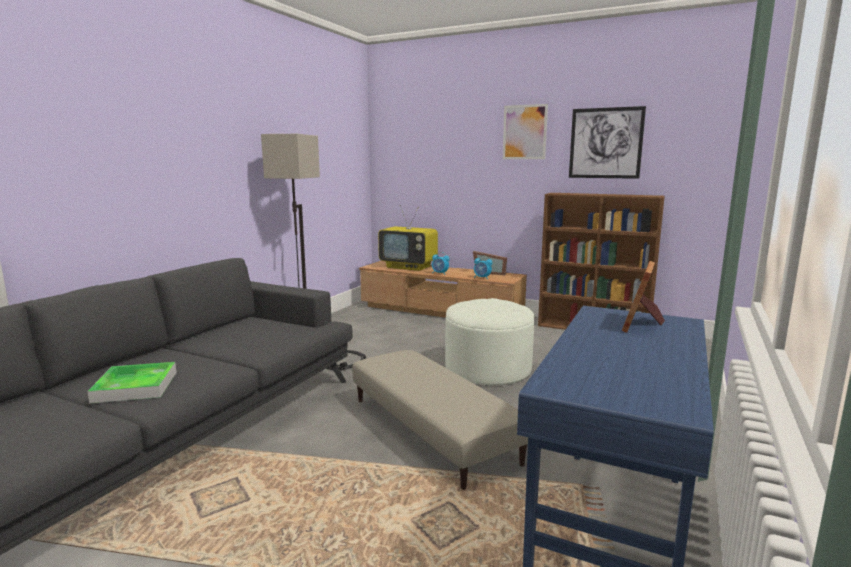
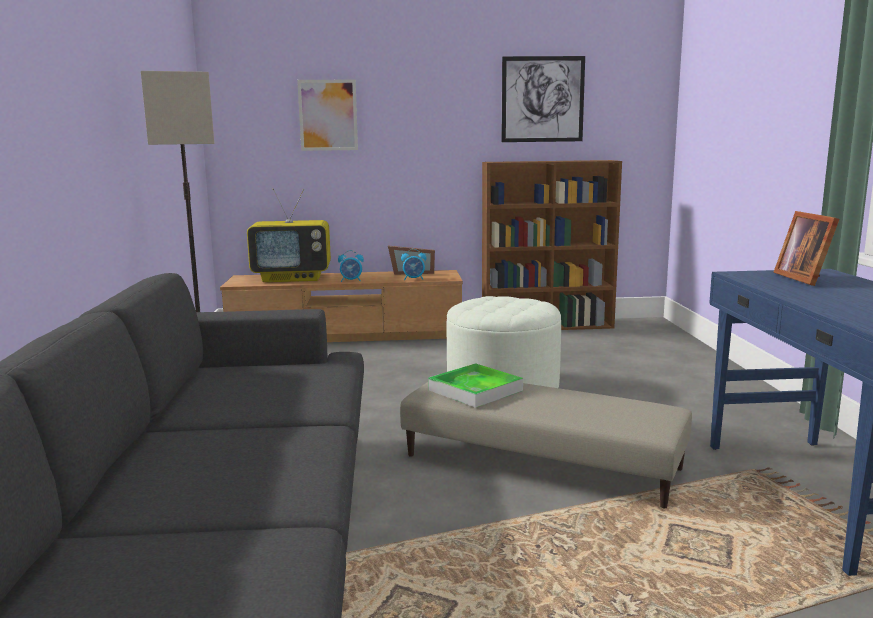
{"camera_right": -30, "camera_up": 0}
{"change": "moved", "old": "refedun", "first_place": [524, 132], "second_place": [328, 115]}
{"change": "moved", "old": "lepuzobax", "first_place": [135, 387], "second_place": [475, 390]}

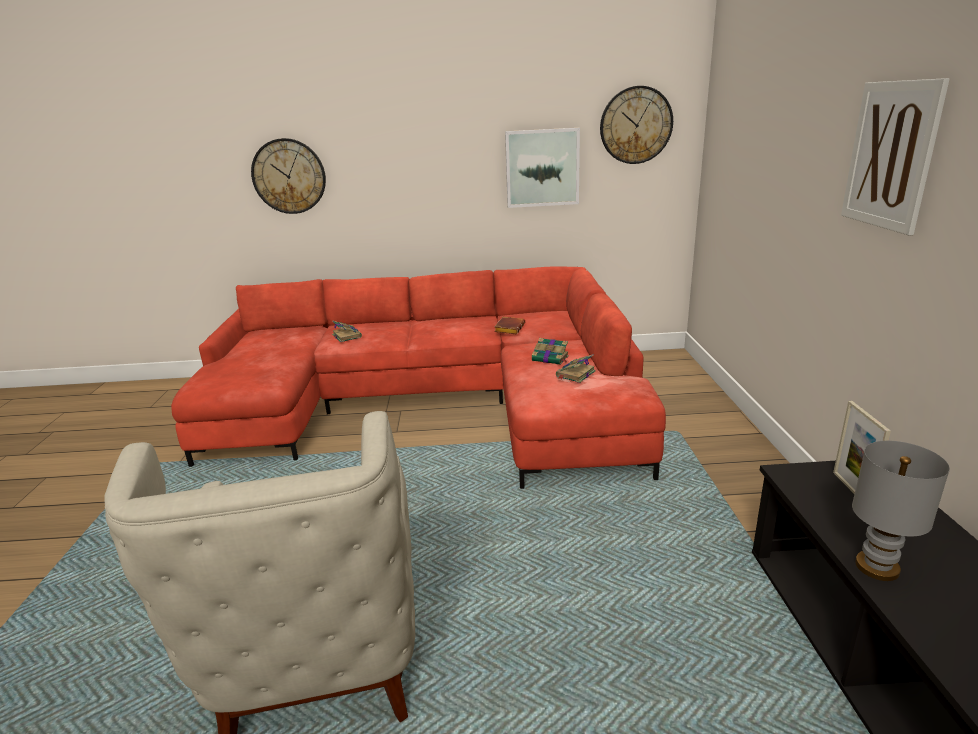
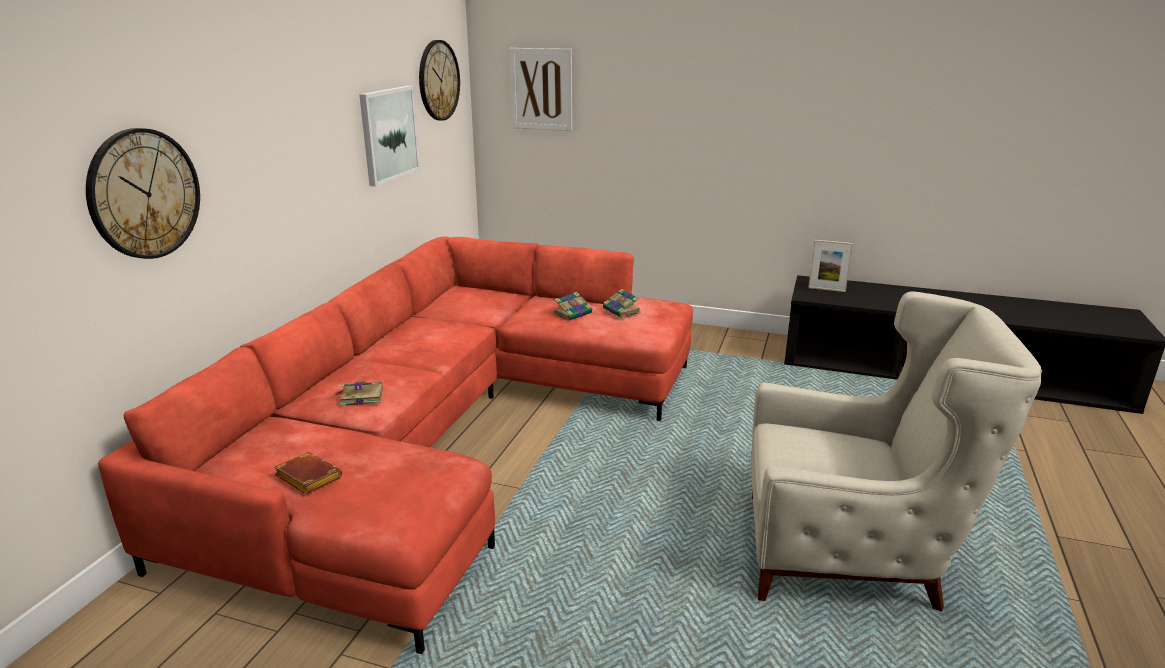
{"camera_right": -70, "camera_up": 0}
{"change": "moved", "old": "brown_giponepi", "first_place": [509, 328], "second_place": [306, 478]}
{"change": "moved", "old": "refedun", "first_place": [890, 155], "second_place": [541, 89]}
{"change": "removed", "old": "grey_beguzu", "first_place": [877, 566]}

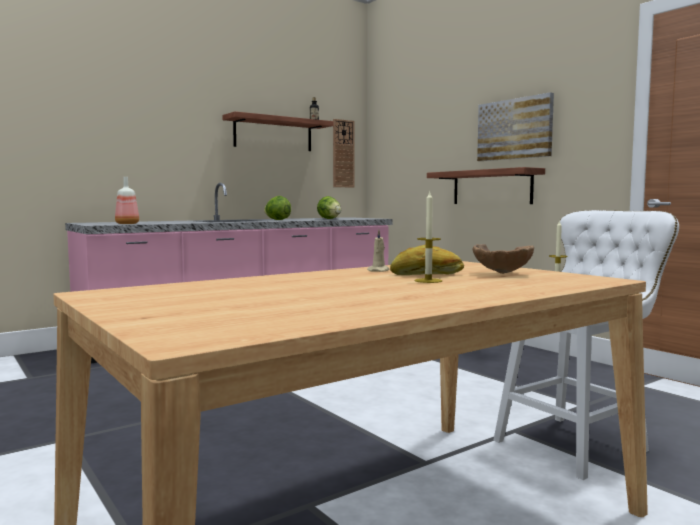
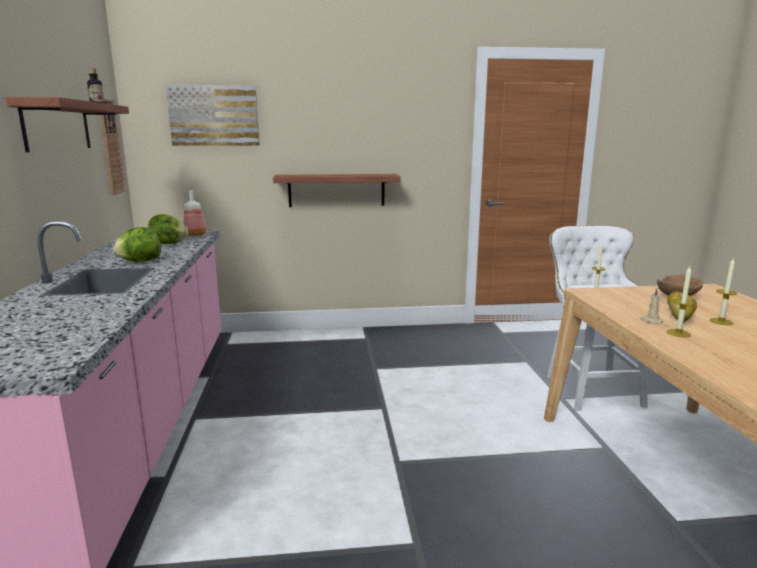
{"camera_right": -60, "camera_up": 10}
{"change": "moved", "old": "refedun", "first_place": [515, 129], "second_place": [214, 116]}
{"change": "moved", "old": "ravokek", "first_place": [127, 224], "second_place": [196, 235]}
{"change": "added", "new": "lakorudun", "second_place": [678, 333]}

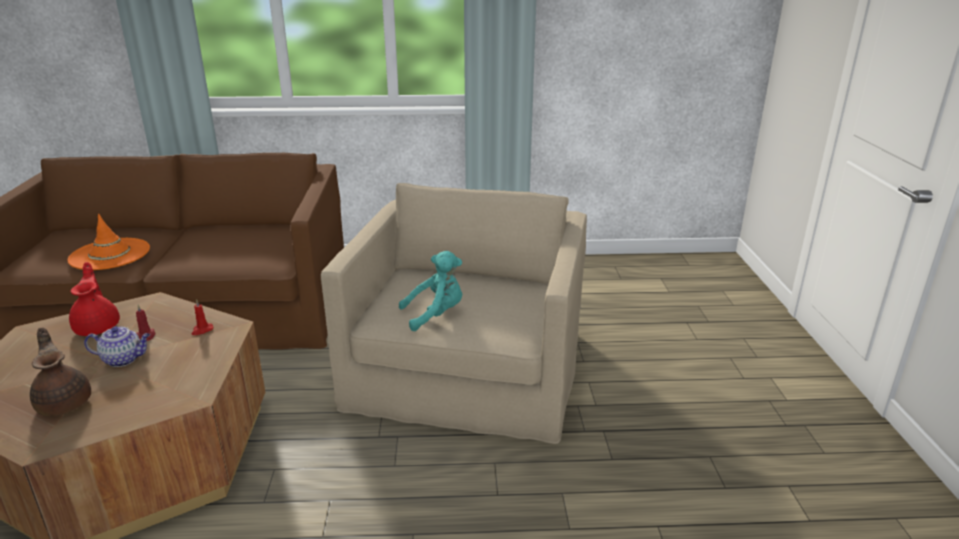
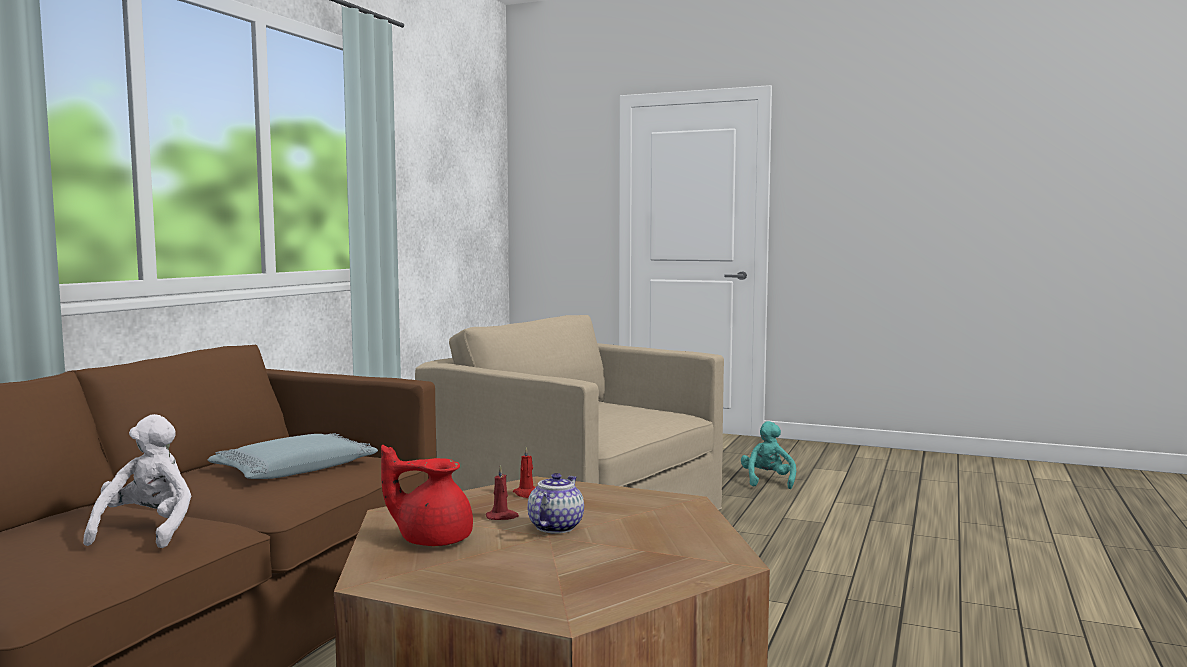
{"camera_right": -65, "camera_up": -20}
{"change": "replaced", "old": "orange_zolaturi", "new": "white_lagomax", "first_place": [110, 254], "second_place": [148, 531]}
{"change": "added", "new": "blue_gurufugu", "second_place": [295, 466]}
{"change": "moved", "old": "turquoise_lagomax", "first_place": [435, 315], "second_place": [767, 481]}
{"change": "removed", "old": "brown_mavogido", "first_place": [65, 402]}

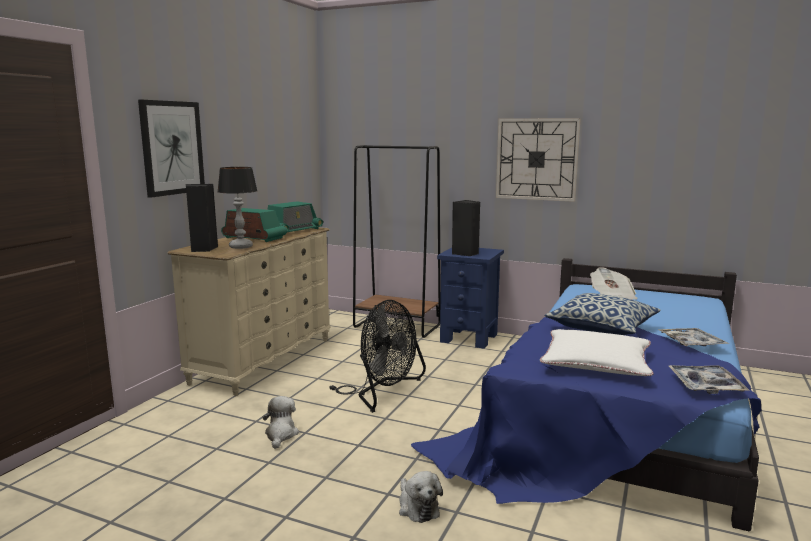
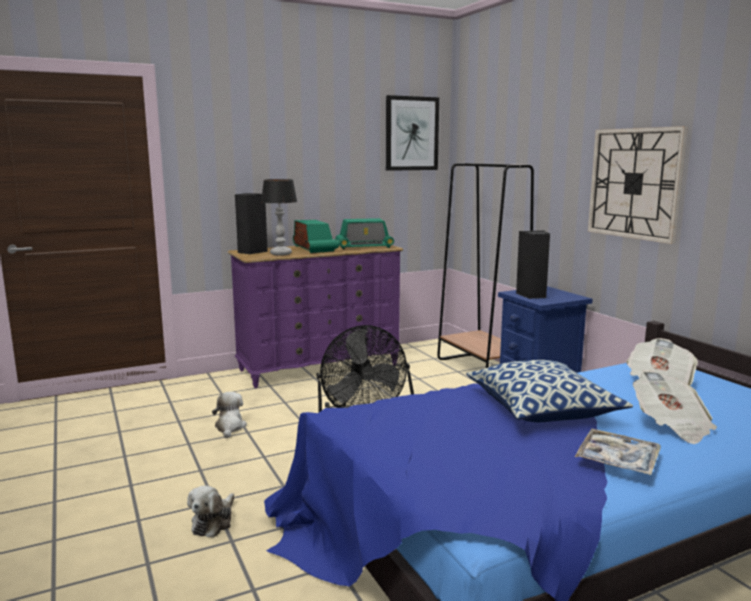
{"camera_right": 40, "camera_up": 0}
{"change": "turned", "old": "lagomax", "first_place": [281, 435], "second_place": [230, 427], "degrees": -45}
{"change": "recoloured", "old": "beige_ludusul", "new": "purple_ludusul", "first_place": [264, 360], "second_place": [320, 367]}
{"change": "moved", "old": "refedun", "first_place": [172, 148], "second_place": [411, 133]}
{"change": "added", "new": "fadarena", "second_place": [671, 426]}
{"change": "removed", "old": "white_gurufugu", "first_place": [596, 362]}
{"change": "removed", "old": "lepuzobax", "first_place": [705, 385]}

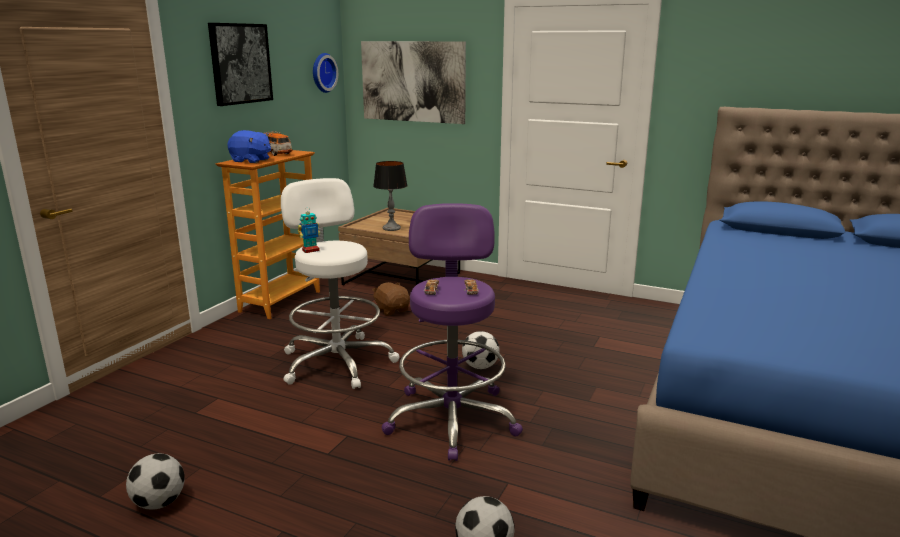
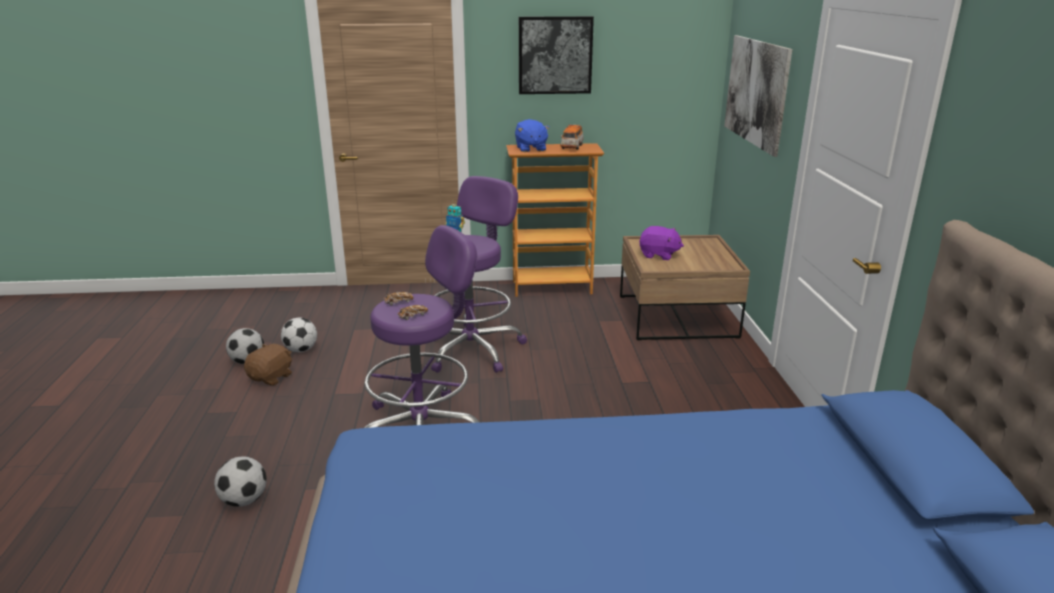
{"camera_right": 60, "camera_up": 5}
{"change": "moved", "old": "brown_lagomax", "first_place": [392, 310], "second_place": [271, 377]}
{"change": "moved", "old": "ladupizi", "first_place": [480, 366], "second_place": [301, 350]}
{"change": "recoloured", "old": "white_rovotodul", "new": "purple_rovotodul", "first_place": [337, 361], "second_place": [472, 348]}
{"change": "replaced", "old": "beguzu", "new": "purple_lagomax", "first_place": [391, 228], "second_place": [659, 255]}
{"change": "removed", "old": "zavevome", "first_place": [322, 72]}

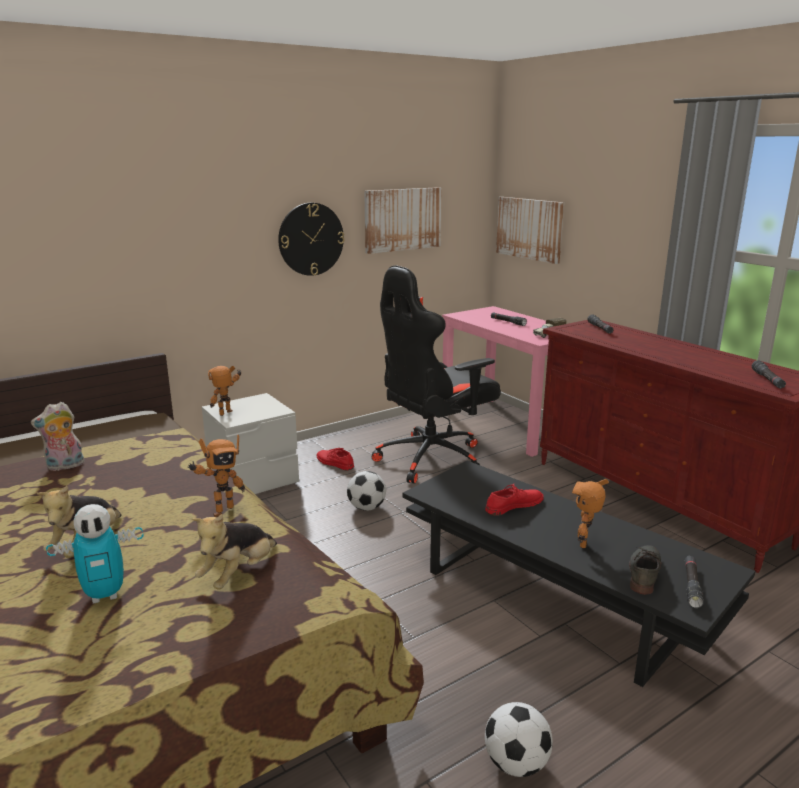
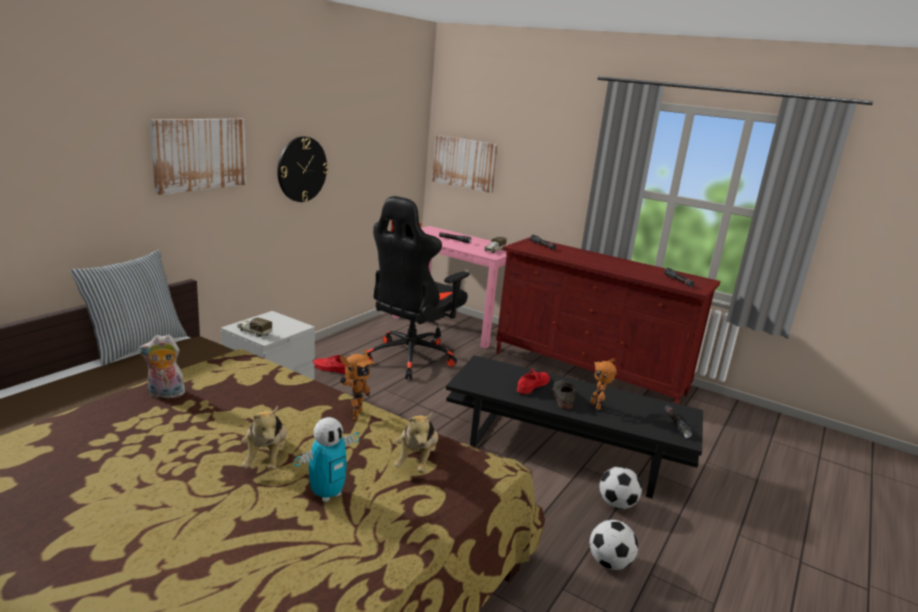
{"camera_right": -25, "camera_up": 0}
{"change": "added", "new": "gurufugu", "second_place": [136, 346]}
{"change": "turned", "old": "lagomax", "first_place": [65, 466], "second_place": [165, 394], "degrees": 45}
{"change": "moved", "old": "refedun", "first_place": [402, 219], "second_place": [200, 154]}
{"change": "replaced", "old": "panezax", "new": "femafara", "first_place": [228, 413], "second_place": [254, 332]}
{"change": "moved", "old": "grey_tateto", "first_place": [643, 572], "second_place": [562, 396]}
{"change": "moved", "old": "ladupizi", "first_place": [366, 508], "second_place": [616, 504]}

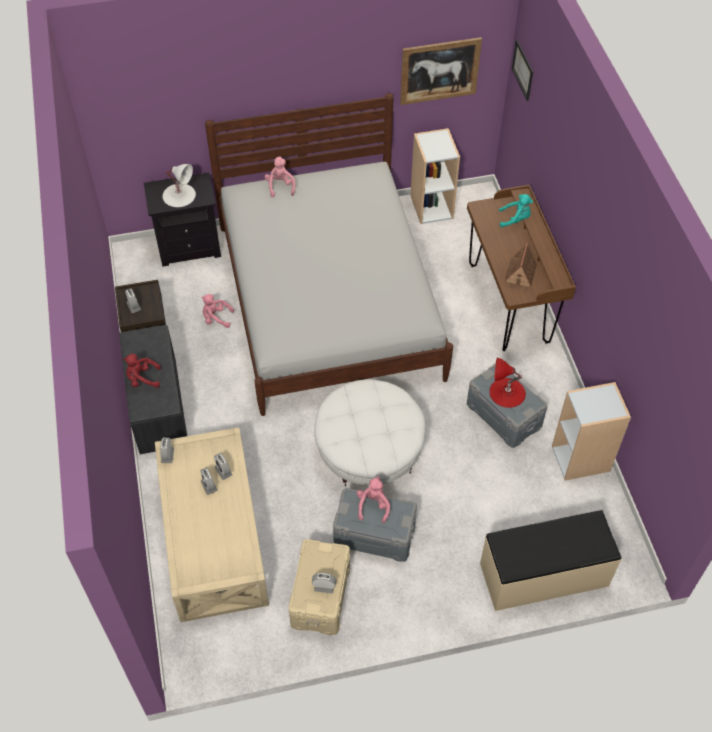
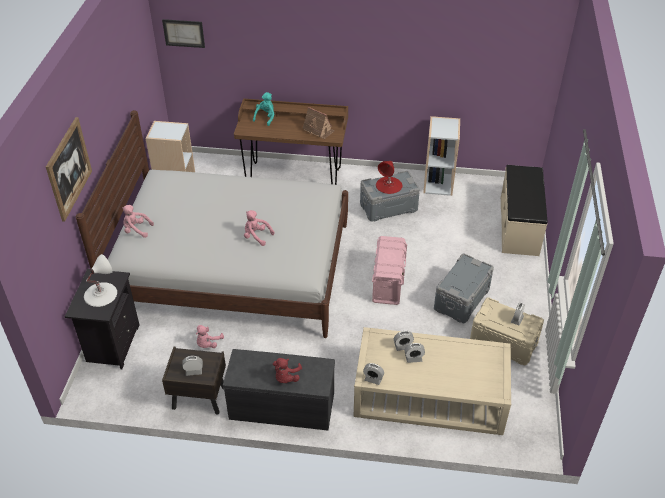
{"camera_right": -70, "camera_up": -10}
{"change": "moved", "old": "refedun", "first_place": [439, 71], "second_place": [68, 168]}
{"change": "moved", "old": "pink_lagomax", "first_place": [373, 505], "second_place": [256, 236]}
{"change": "replaced", "old": "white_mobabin", "new": "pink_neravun", "first_place": [369, 450], "second_place": [388, 282]}

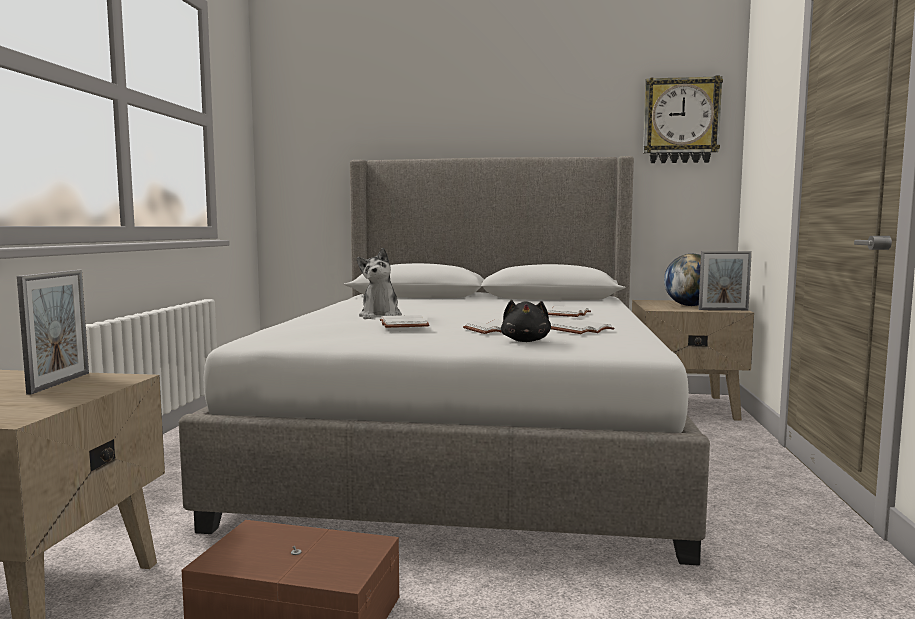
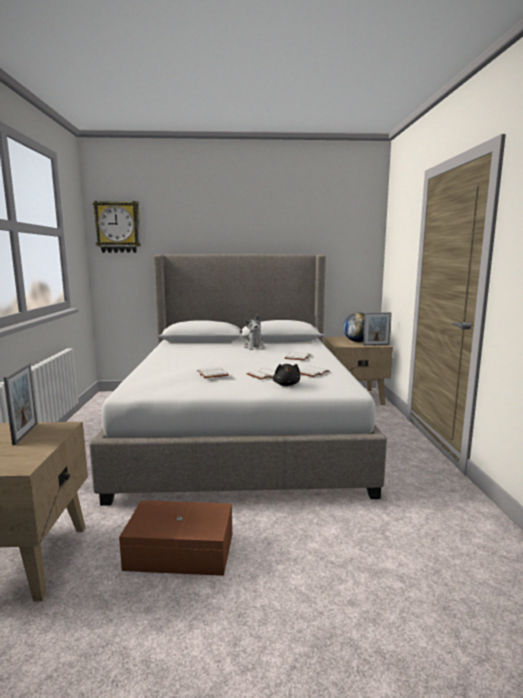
{"camera_right": -10, "camera_up": 5}
{"change": "moved", "old": "zavevome", "first_place": [681, 121], "second_place": [118, 227]}
{"change": "moved", "old": "lagomax", "first_place": [380, 316], "second_place": [254, 347]}

